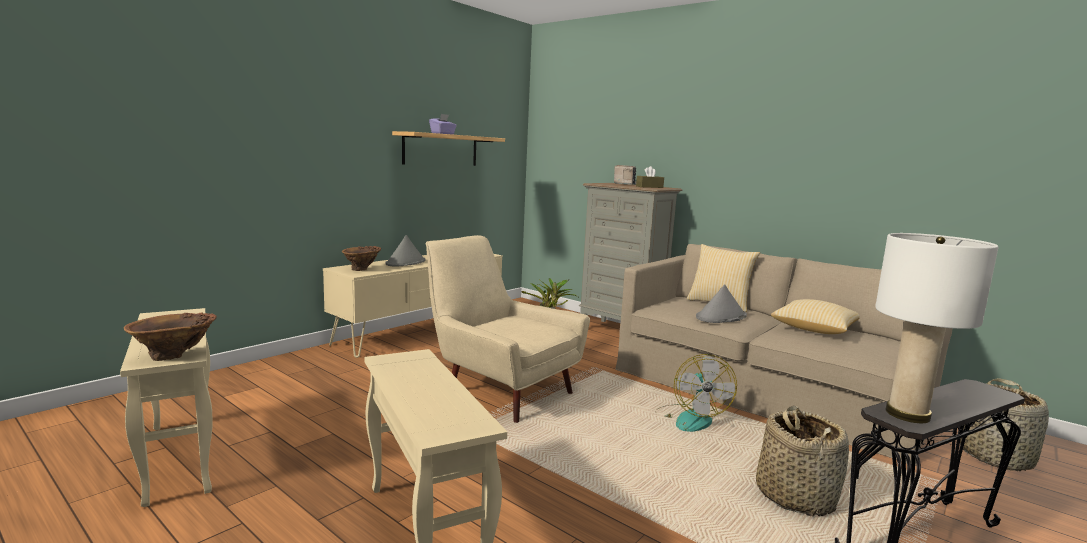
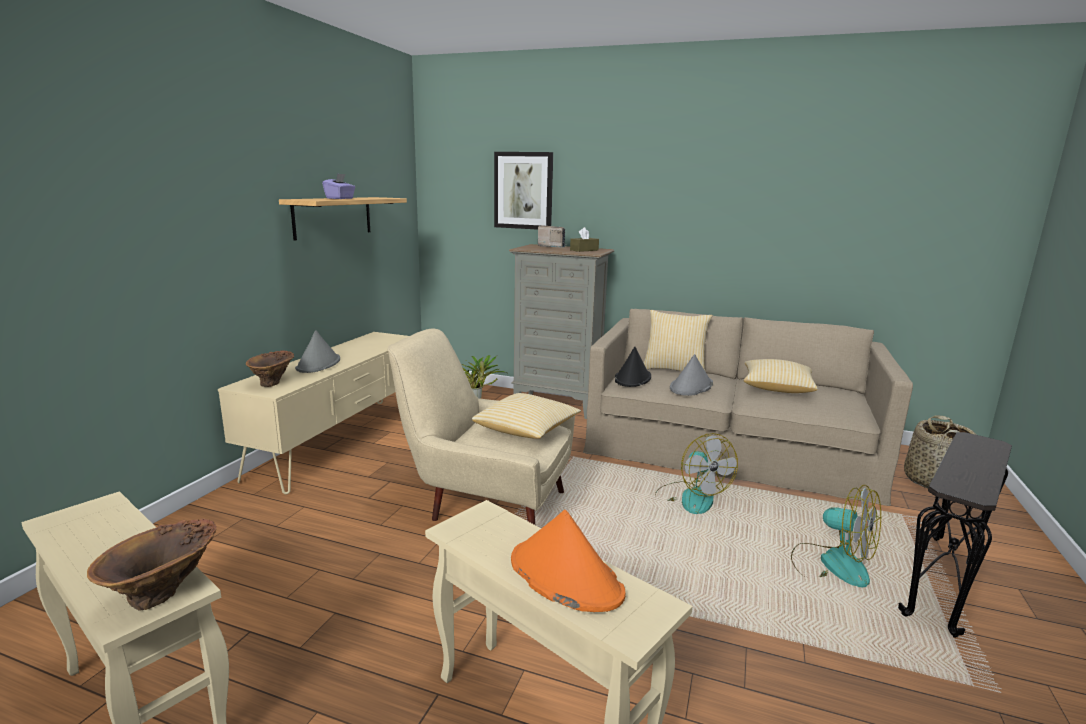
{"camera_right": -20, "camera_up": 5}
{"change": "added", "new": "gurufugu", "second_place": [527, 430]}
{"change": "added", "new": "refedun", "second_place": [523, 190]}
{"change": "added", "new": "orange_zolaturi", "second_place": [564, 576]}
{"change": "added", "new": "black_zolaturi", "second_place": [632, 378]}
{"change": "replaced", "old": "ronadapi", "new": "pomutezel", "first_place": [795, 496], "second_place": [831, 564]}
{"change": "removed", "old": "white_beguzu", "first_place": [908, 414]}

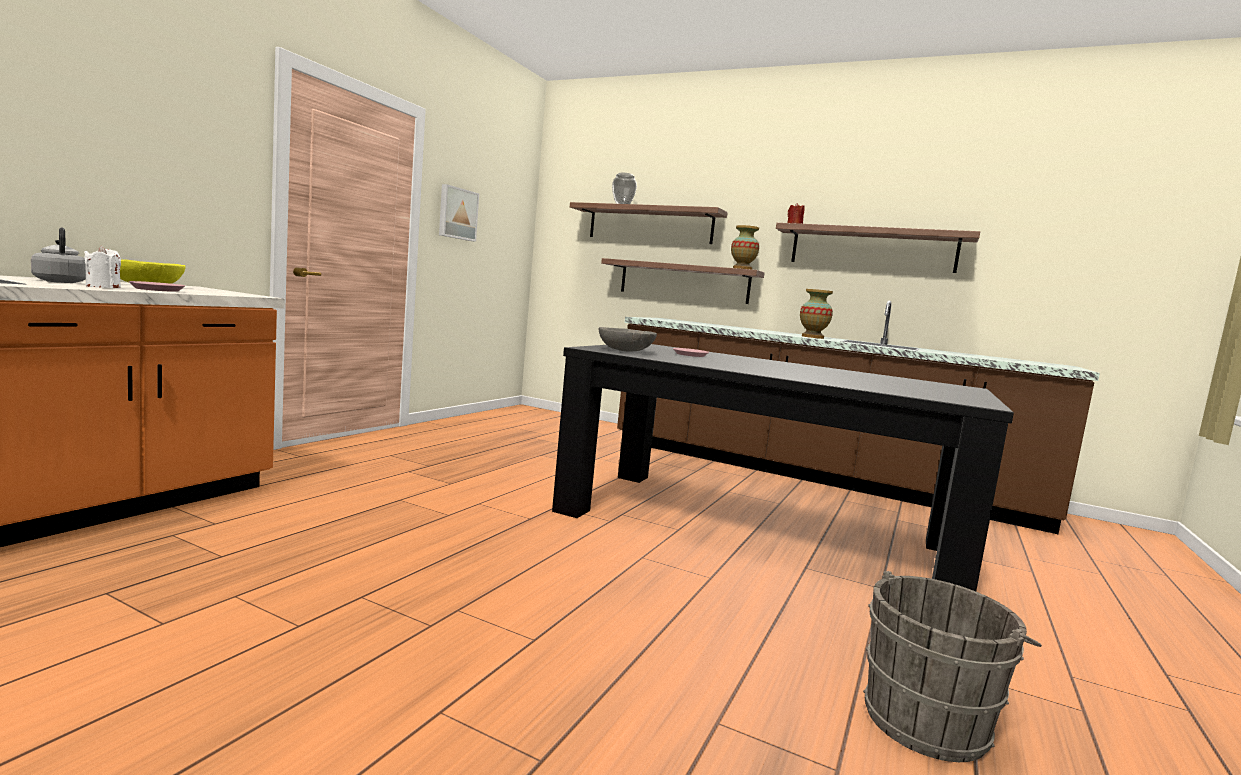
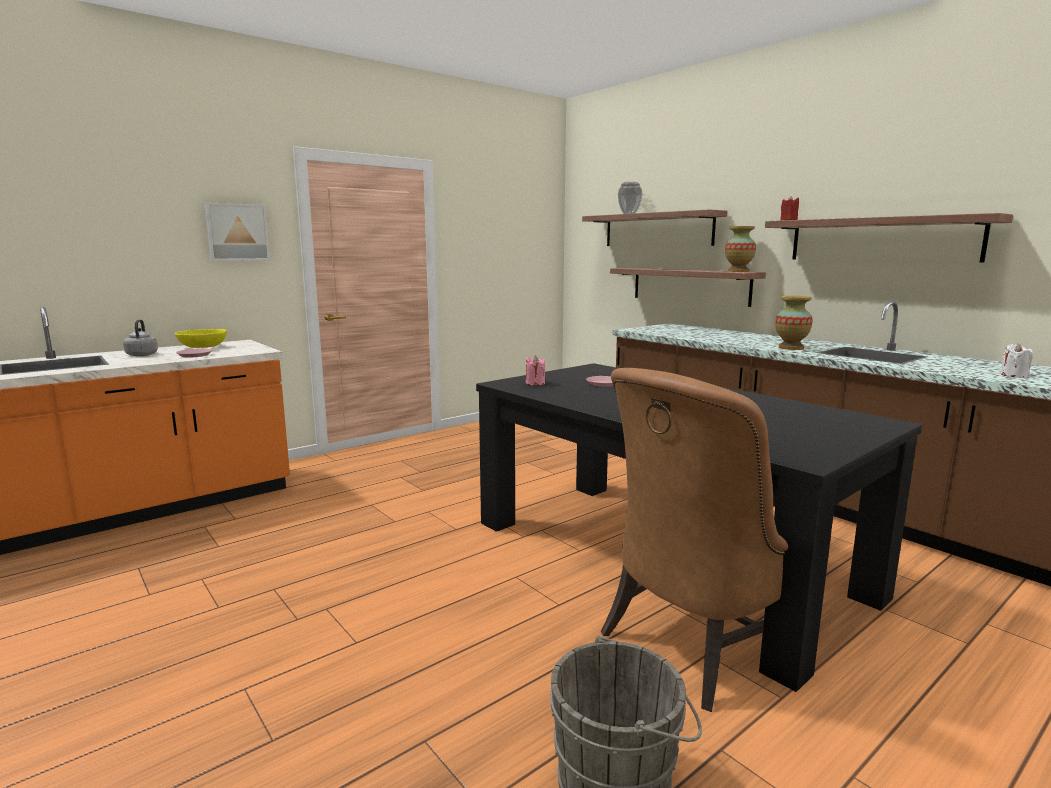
{"camera_right": 25, "camera_up": 5}
{"change": "moved", "old": "refedun", "first_place": [457, 213], "second_place": [237, 232]}
{"change": "replaced", "old": "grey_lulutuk", "new": "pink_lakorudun", "first_place": [626, 351], "second_place": [535, 383]}
{"change": "added", "new": "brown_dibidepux", "second_place": [699, 642]}
{"change": "moved", "old": "white_lakorudun", "first_place": [103, 287], "second_place": [1013, 375]}

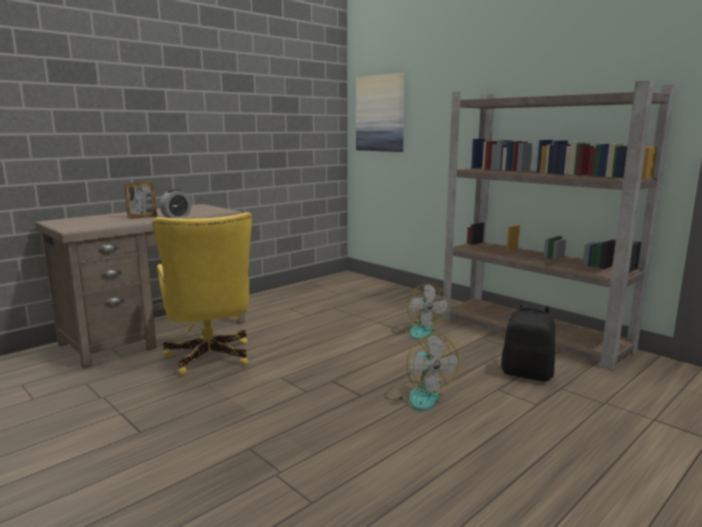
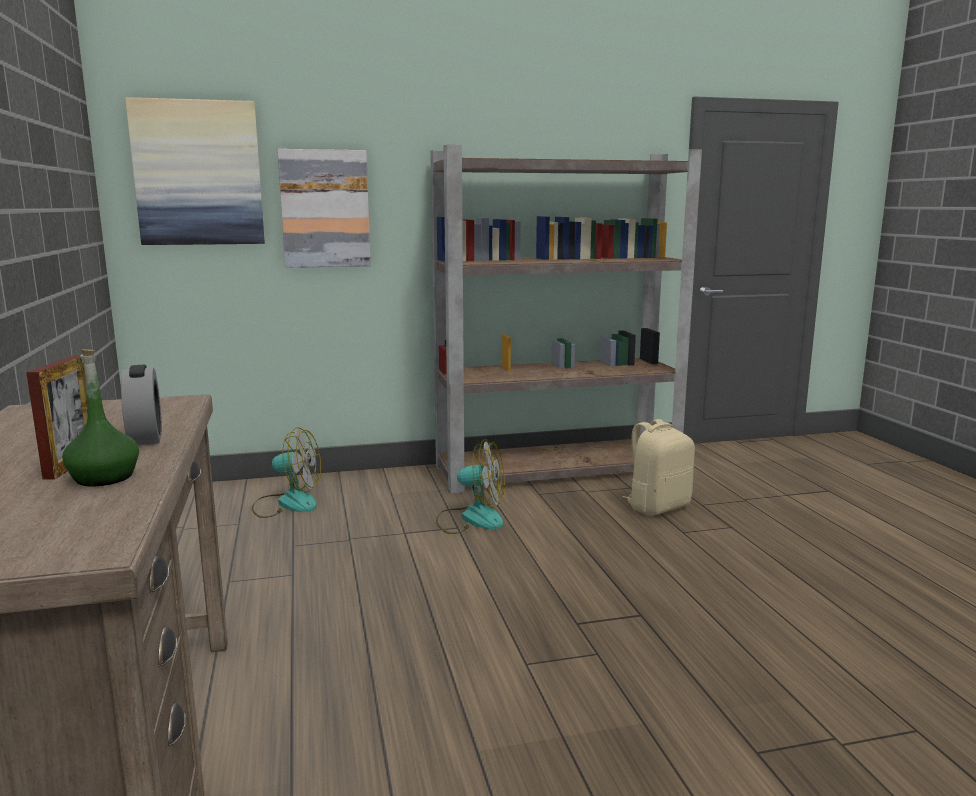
{"camera_right": -60, "camera_up": 0}
{"change": "added", "new": "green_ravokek", "second_place": [104, 477]}
{"change": "moved", "old": "pomutezel", "first_place": [418, 395], "second_place": [287, 503]}
{"change": "added", "new": "refedun", "second_place": [325, 209]}
{"change": "recoloured", "old": "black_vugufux", "new": "beige_vugufux", "first_place": [527, 374], "second_place": [657, 507]}
{"change": "removed", "old": "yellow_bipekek", "first_place": [210, 359]}

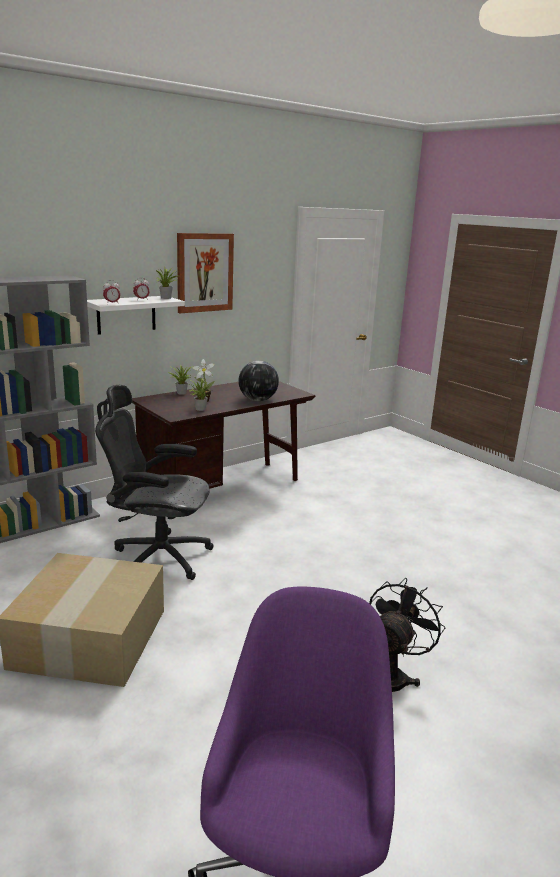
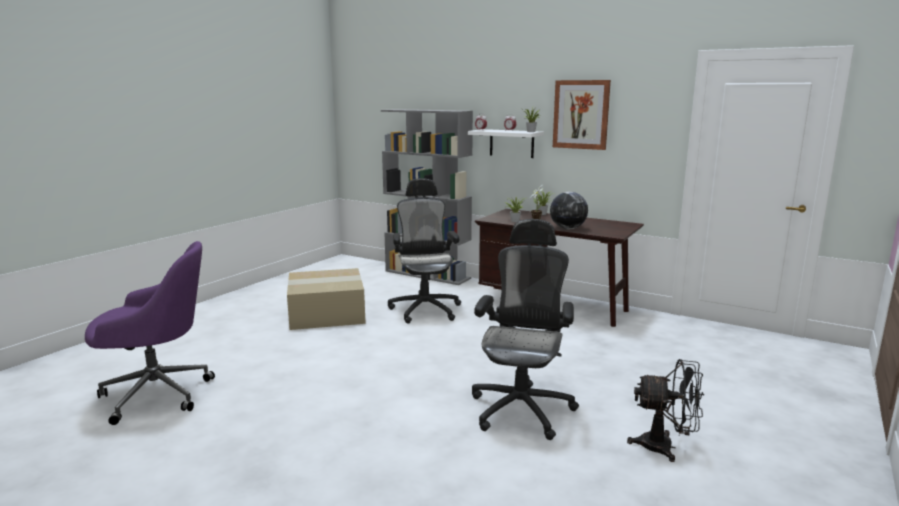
{"camera_right": 70, "camera_up": -5}
{"change": "added", "new": "bipekek", "second_place": [522, 407]}
{"change": "moved", "old": "black_pomutezel", "first_place": [393, 676], "second_place": [665, 447]}

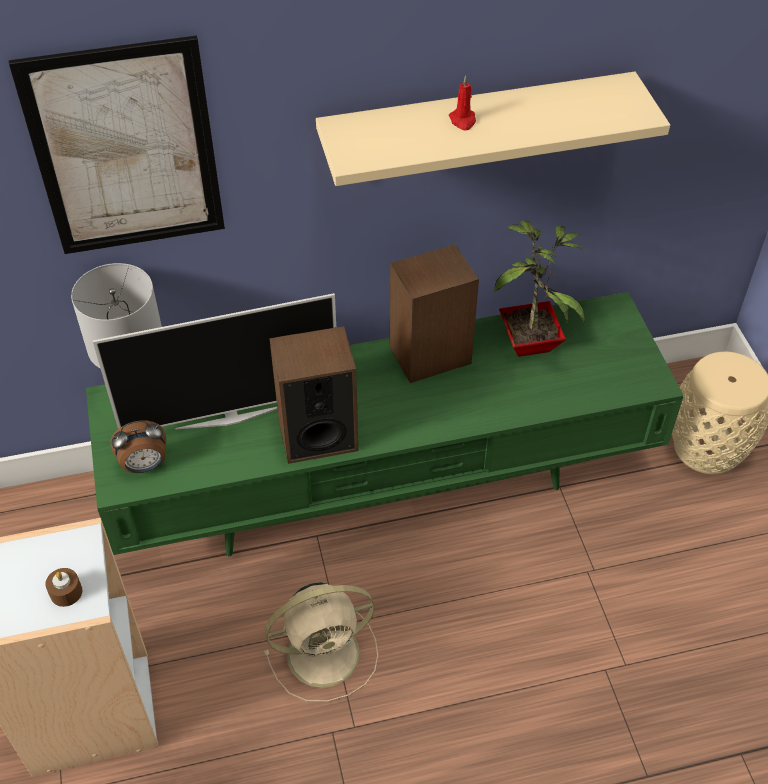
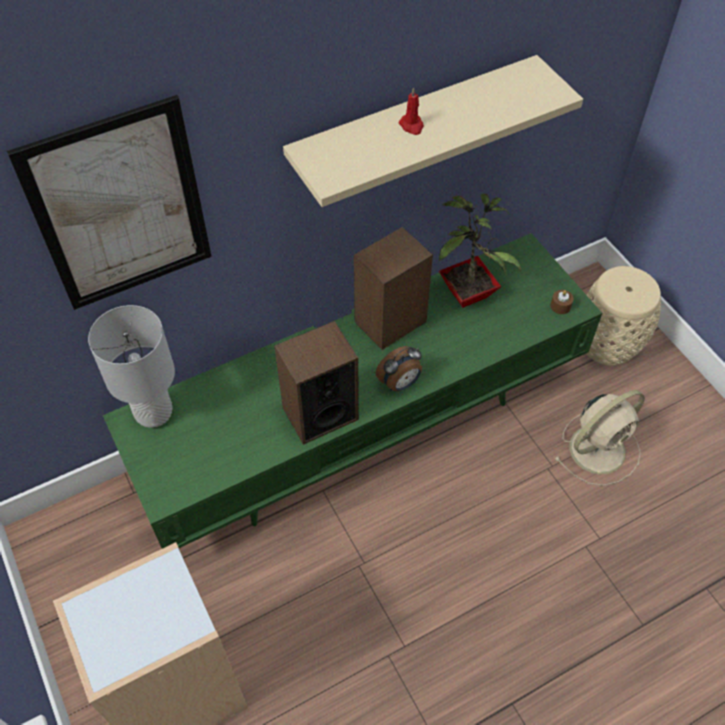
{"camera_right": -15, "camera_up": 5}
{"change": "moved", "old": "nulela", "first_place": [145, 465], "second_place": [400, 383]}
{"change": "moved", "old": "brown_lakorudun", "first_place": [66, 592], "second_place": [560, 306]}
{"change": "moved", "old": "beige_pomutezel", "first_place": [326, 652], "second_place": [599, 448]}
{"change": "removed", "old": "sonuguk", "first_place": [231, 416]}

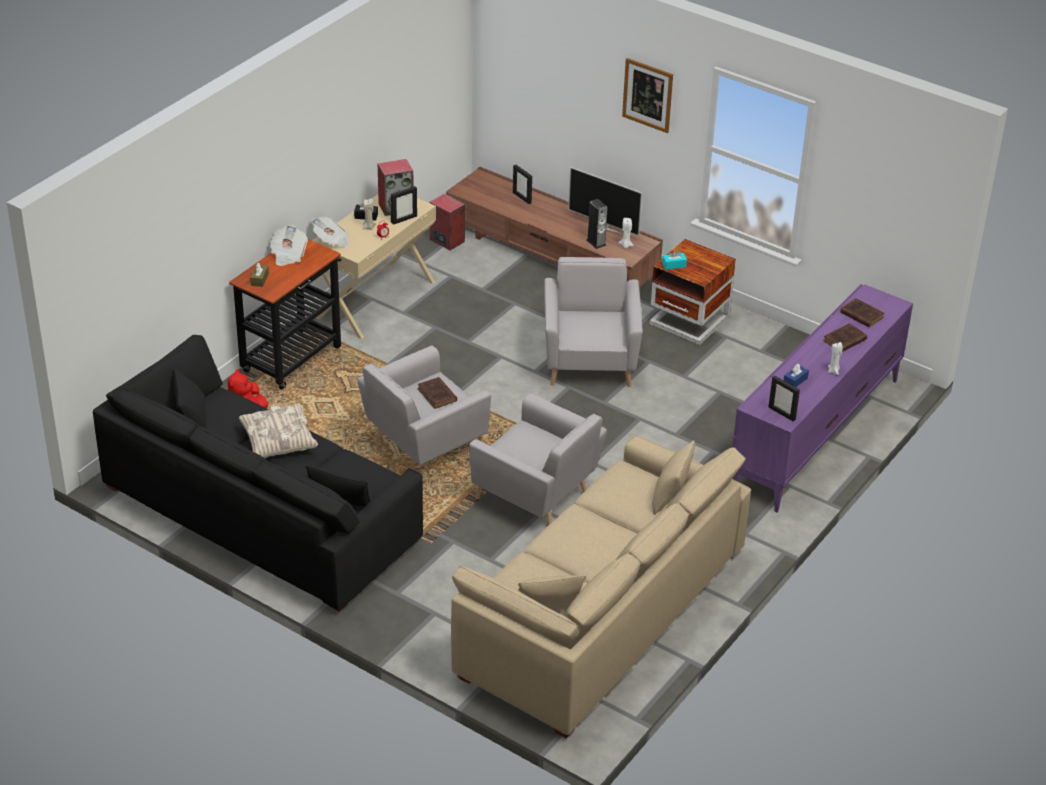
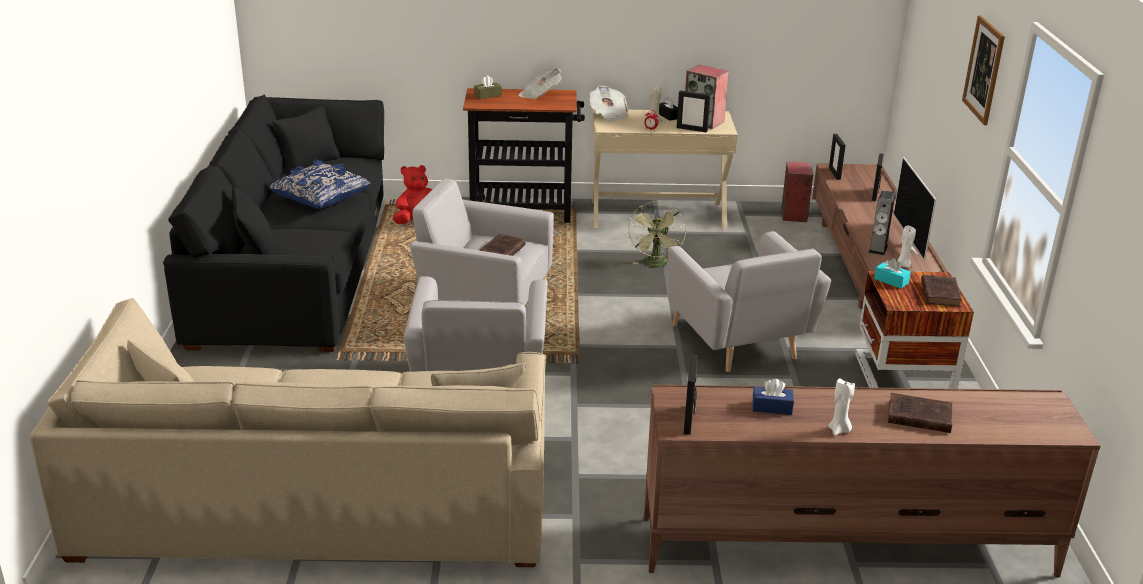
{"camera_right": 55, "camera_up": -10}
{"change": "recoloured", "old": "beige_gurufugu", "new": "blue_gurufugu", "first_place": [278, 442], "second_place": [321, 199]}
{"change": "added", "new": "green_pomutezel", "second_place": [656, 265]}
{"change": "recoloured", "old": "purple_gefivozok", "new": "brown_gefivozok", "first_place": [816, 435], "second_place": [844, 547]}
{"change": "turned", "old": "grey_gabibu", "first_place": [589, 359], "second_place": [740, 342], "degrees": 105}
{"change": "added", "new": "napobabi", "second_place": [835, 173]}
{"change": "moved", "old": "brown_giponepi", "first_place": [861, 314], "second_place": [940, 293]}

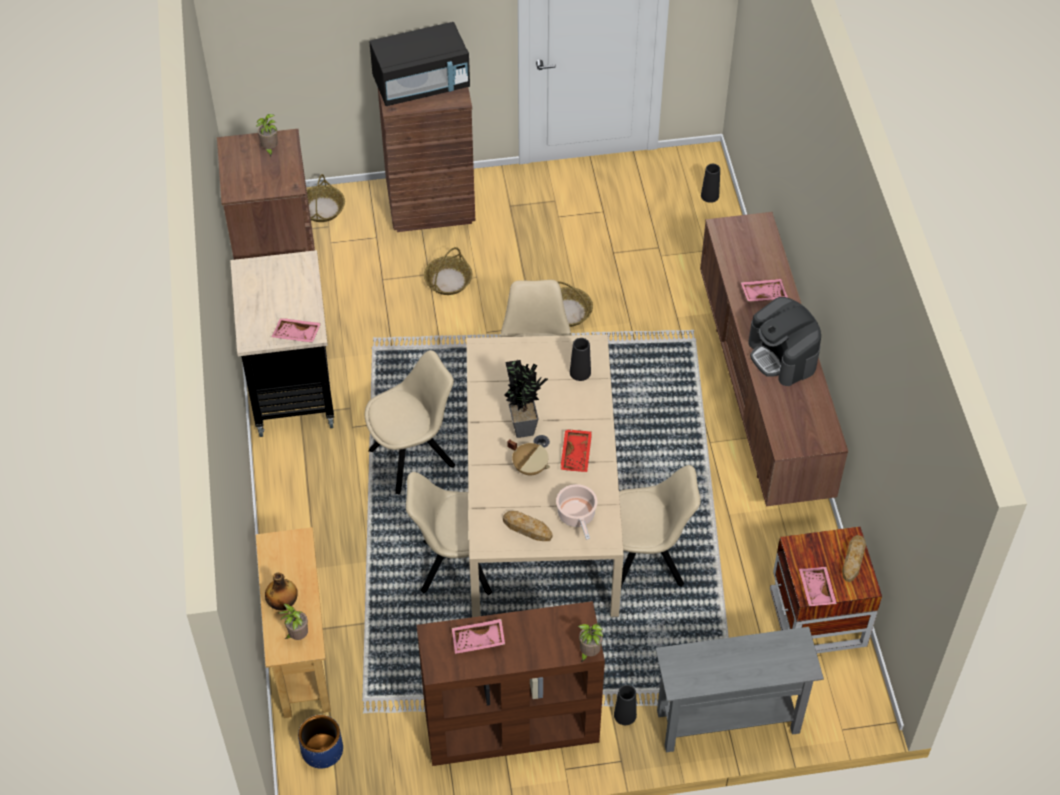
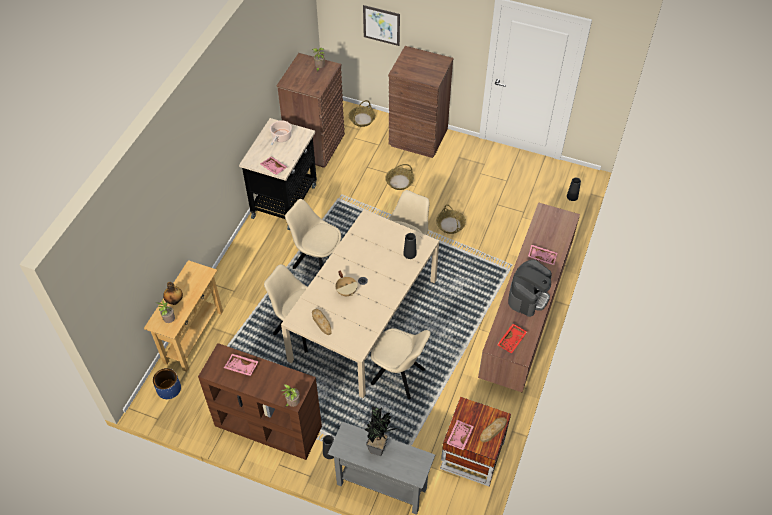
{"camera_right": 30, "camera_up": 0}
{"change": "moved", "old": "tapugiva", "first_place": [577, 516], "second_place": [281, 137]}
{"change": "turned", "old": "beige_dibidepux", "first_place": [413, 458], "second_place": [317, 263], "degrees": -150}
{"change": "added", "new": "refedun", "second_place": [381, 25]}
{"change": "moved", "old": "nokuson", "first_place": [525, 426], "second_place": [379, 447]}
{"change": "moved", "old": "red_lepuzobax", "first_place": [577, 454], "second_place": [512, 341]}
{"change": "turned", "old": "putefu", "first_place": [782, 356], "second_place": [528, 296], "degrees": -150}
{"change": "removed", "old": "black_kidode", "first_place": [421, 84]}

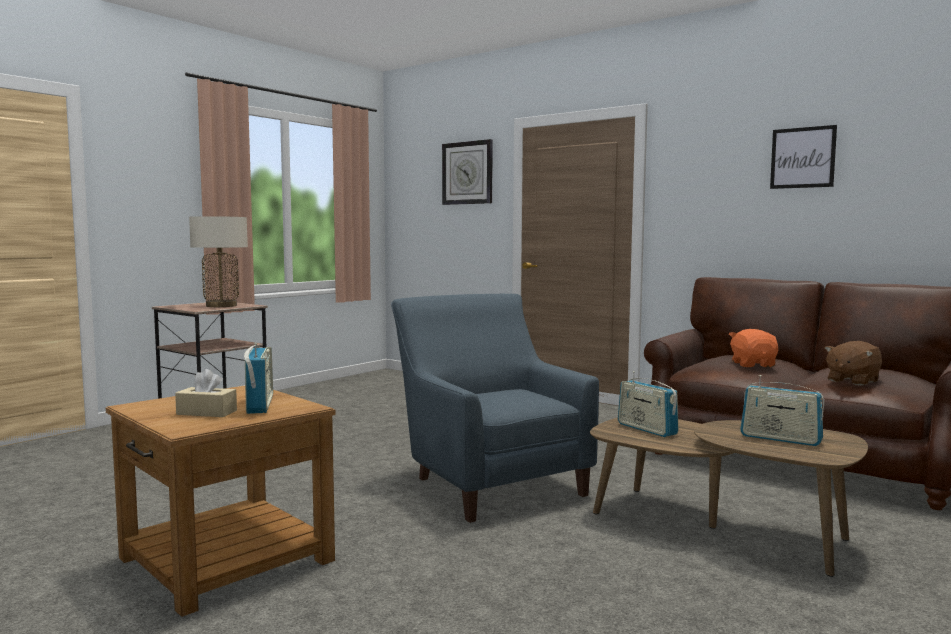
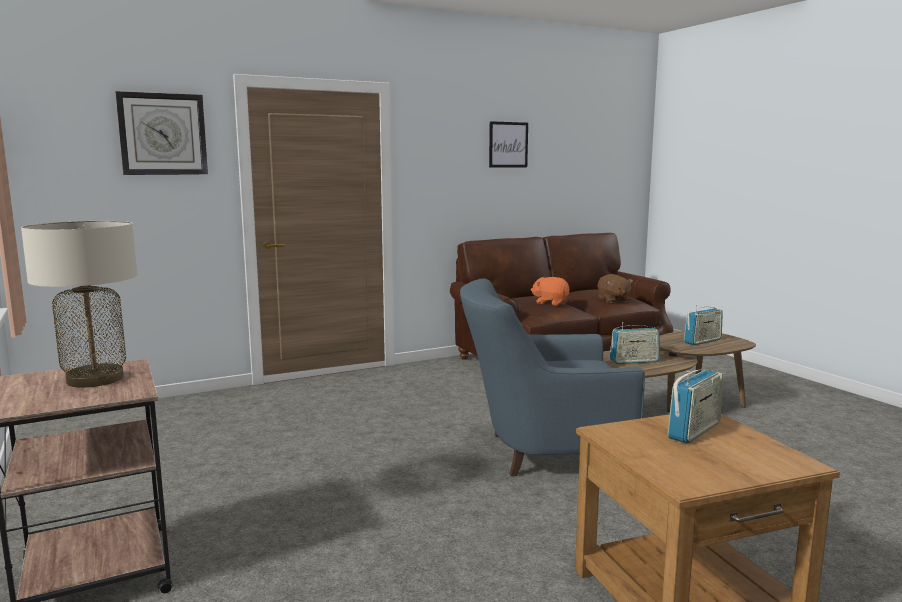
{"camera_right": -65, "camera_up": 5}
{"change": "turned", "old": "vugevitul", "first_place": [259, 405], "second_place": [694, 431], "degrees": 120}
{"change": "removed", "old": "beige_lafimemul", "first_place": [206, 412]}

